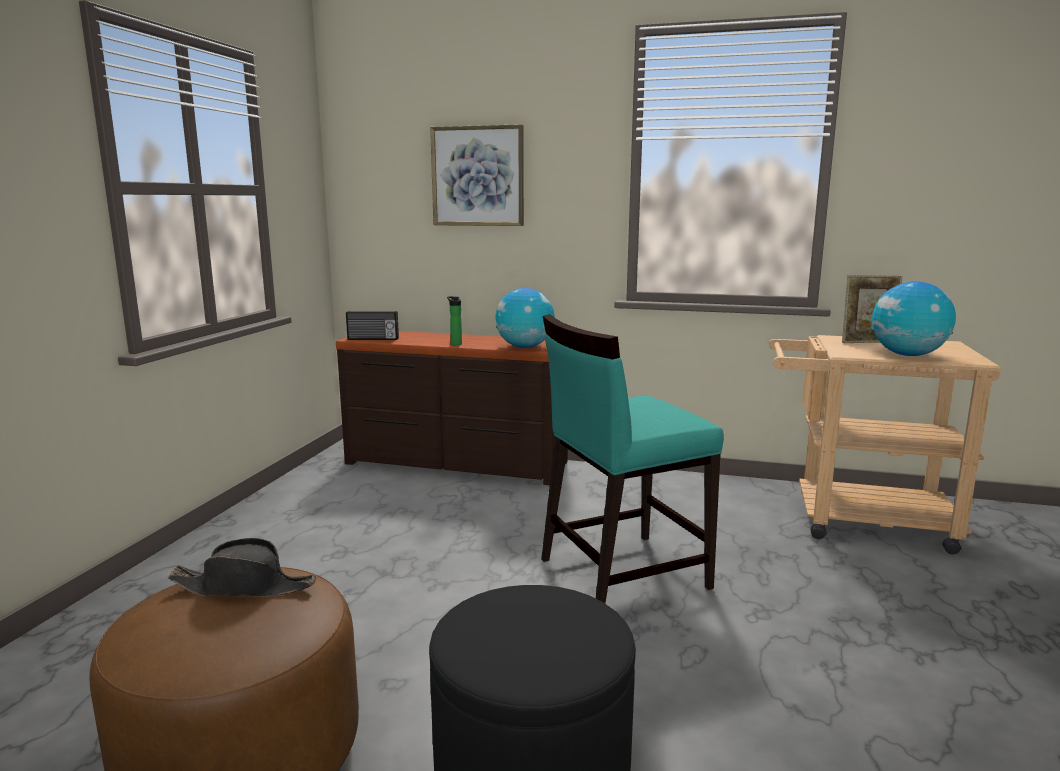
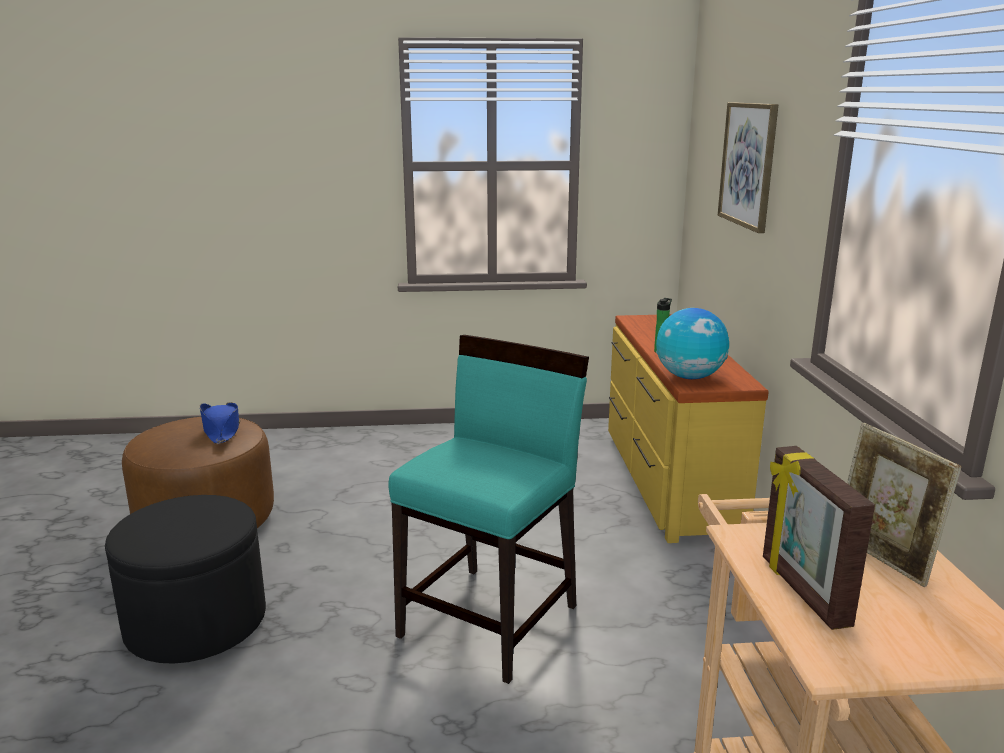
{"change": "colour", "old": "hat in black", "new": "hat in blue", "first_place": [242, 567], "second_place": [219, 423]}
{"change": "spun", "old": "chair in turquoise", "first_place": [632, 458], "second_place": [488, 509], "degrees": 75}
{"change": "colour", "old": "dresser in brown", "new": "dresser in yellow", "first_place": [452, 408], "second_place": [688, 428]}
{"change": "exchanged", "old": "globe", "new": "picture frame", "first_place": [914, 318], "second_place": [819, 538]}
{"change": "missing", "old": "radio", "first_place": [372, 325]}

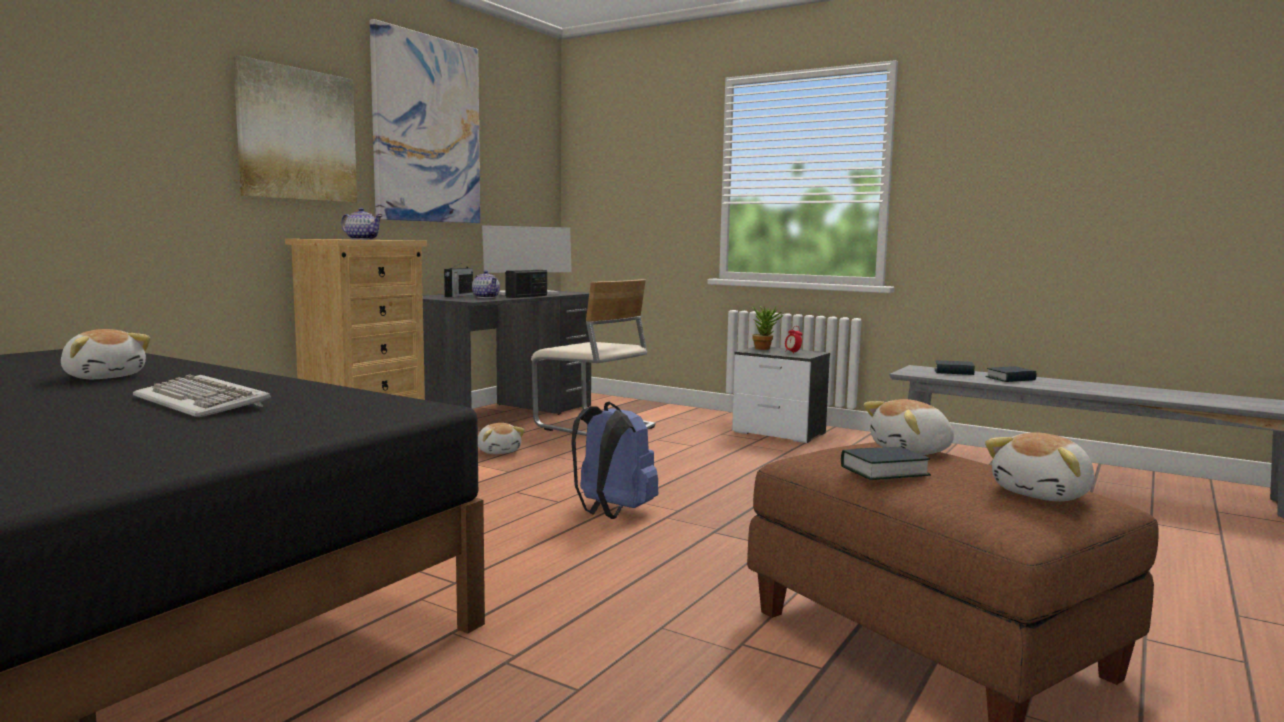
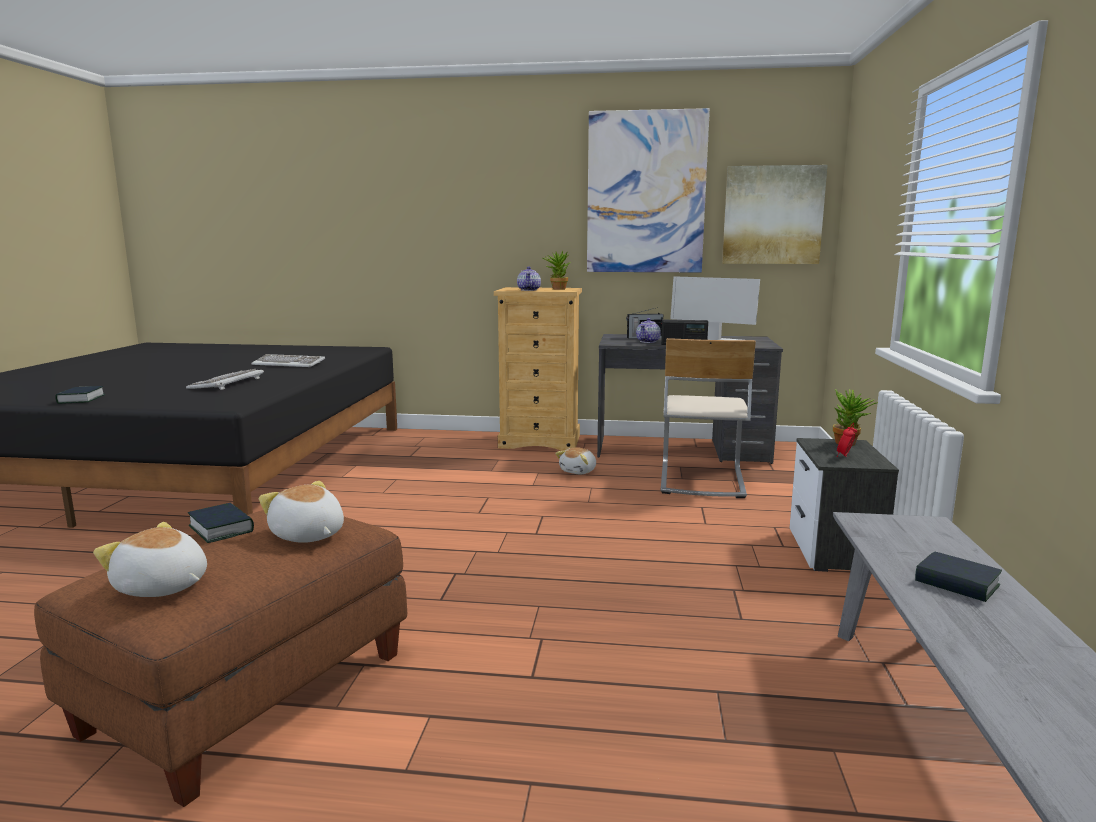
{"change": "relocated", "old": "book", "first_place": [954, 367], "second_place": [80, 395]}
{"change": "exchanged", "old": "plush toy", "new": "keyboard", "first_place": [106, 354], "second_place": [288, 360]}
{"change": "appeared", "new": "potted plant", "second_place": [556, 270]}
{"change": "relocated", "old": "picture", "first_place": [295, 128], "second_place": [775, 214]}
{"change": "missing", "old": "backpack in blue", "first_place": [614, 460]}

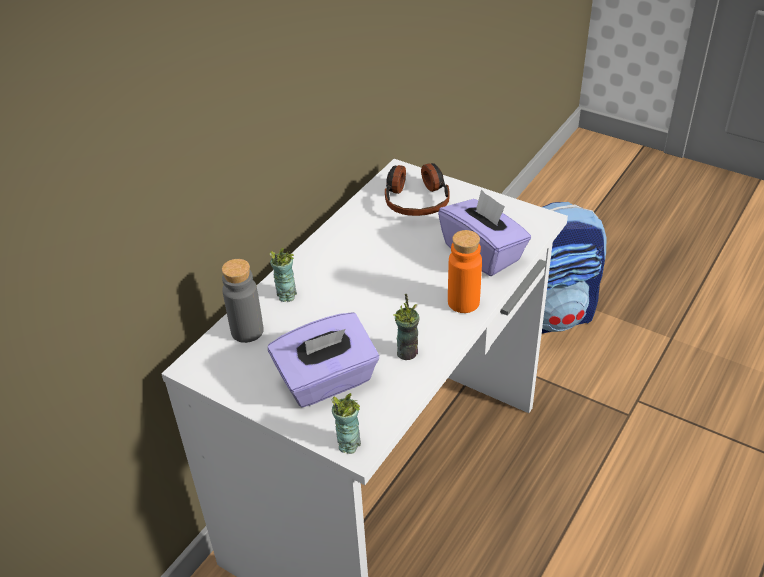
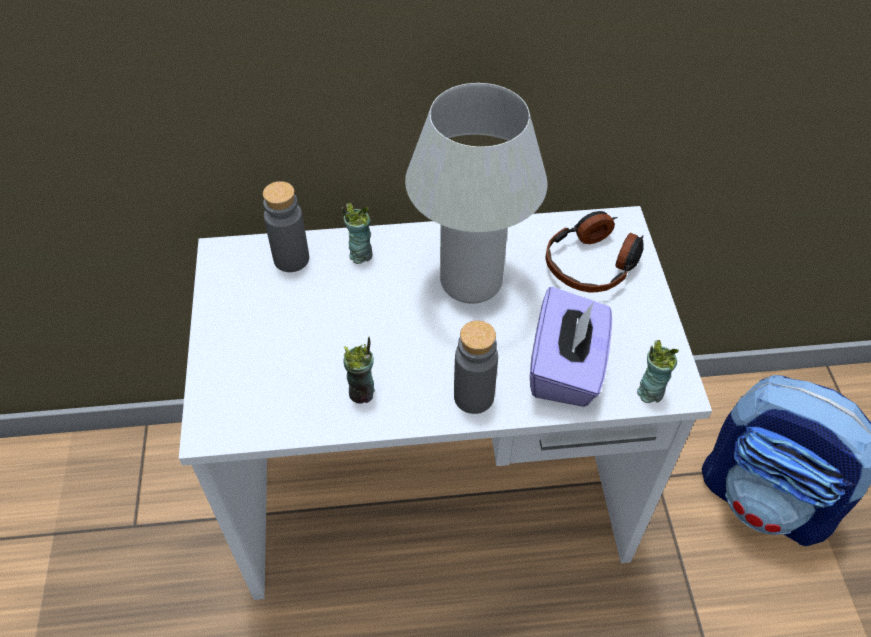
{"change": "appeared", "new": "table lamp in white", "second_place": [476, 193]}
{"change": "colour", "old": "bottle in orange", "new": "bottle in grey", "first_place": [465, 271], "second_place": [476, 367]}
{"change": "relocated", "old": "cup", "first_place": [346, 423], "second_place": [658, 371]}
{"change": "missing", "old": "tissue box in purple", "first_place": [323, 359]}

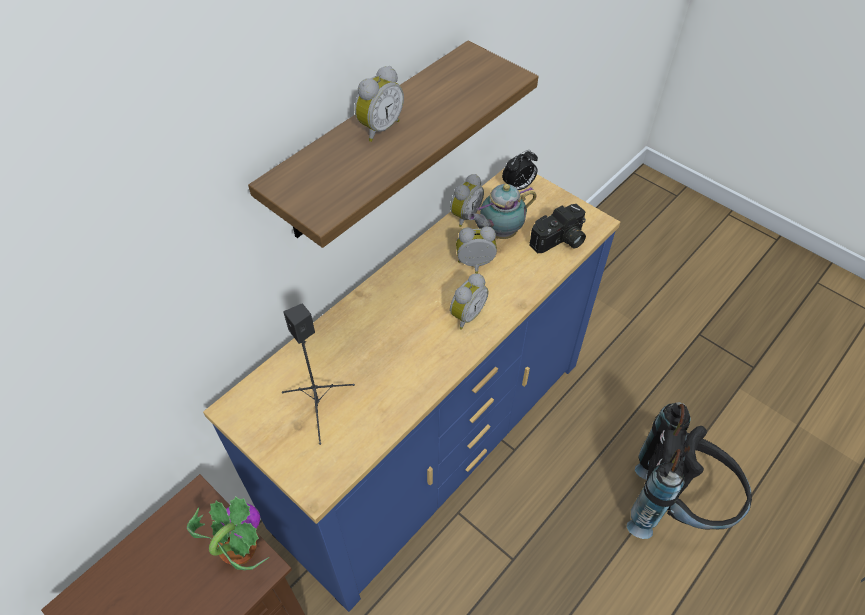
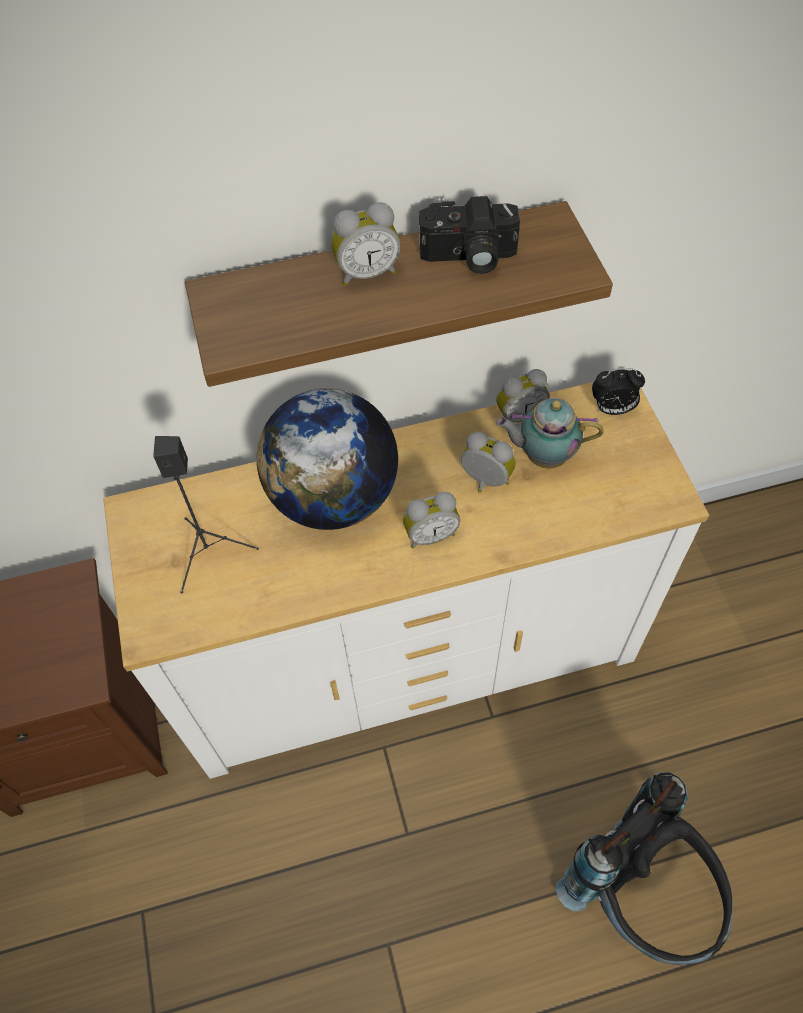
{"change": "colour", "old": "dresser in blue", "new": "dresser in white", "first_place": [411, 390], "second_place": [406, 580]}
{"change": "appeared", "new": "globe", "second_place": [327, 459]}
{"change": "relocated", "old": "photo camera", "first_place": [557, 228], "second_place": [469, 235]}
{"change": "missing", "old": "potted plant", "first_place": [228, 533]}

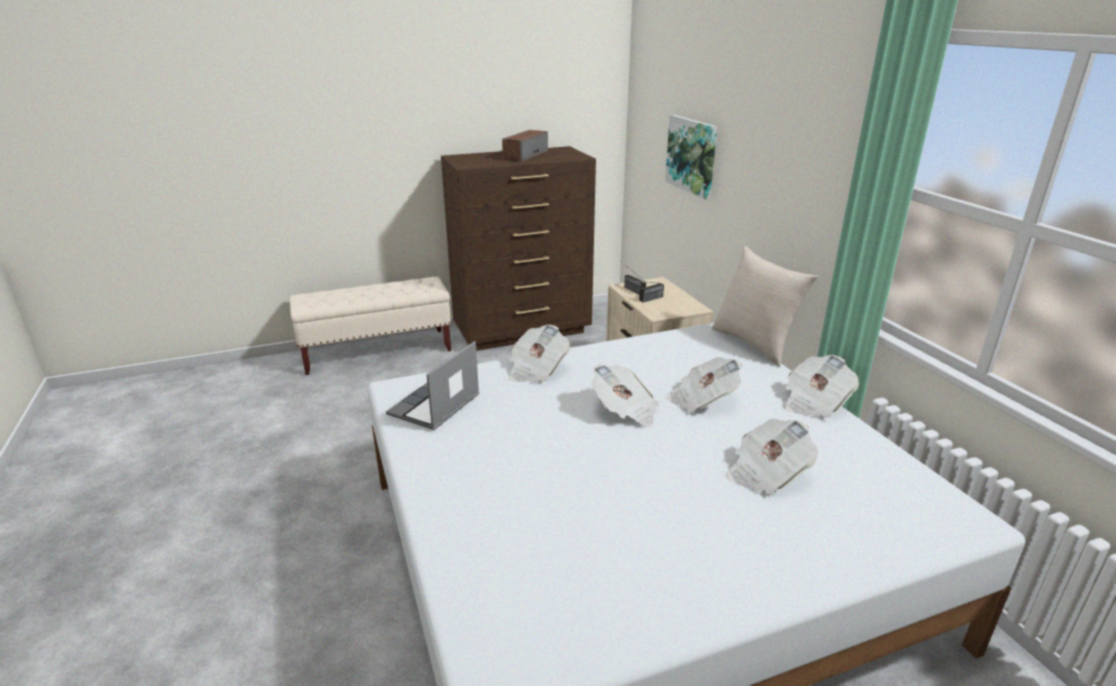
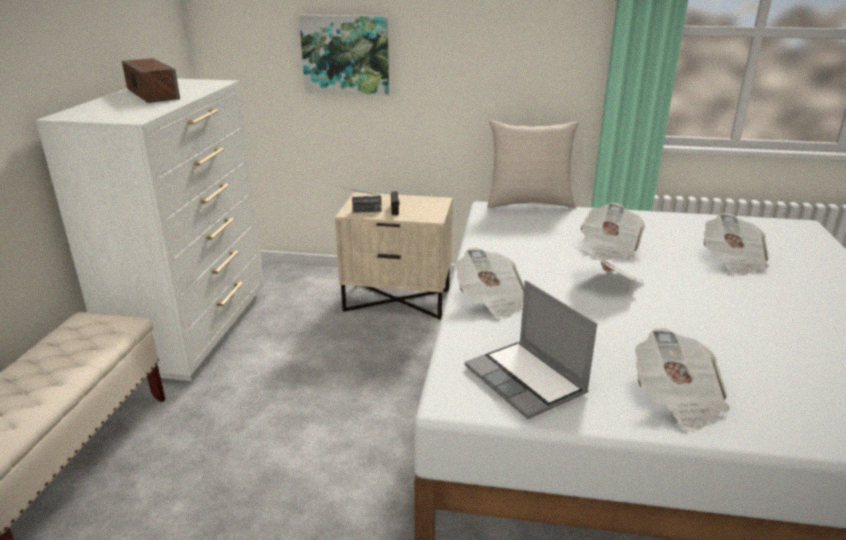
{"change": "colour", "old": "dresser in brown", "new": "dresser in white", "first_place": [518, 248], "second_place": [150, 230]}
{"change": "relocated", "old": "newspaper", "first_place": [822, 386], "second_place": [682, 380]}

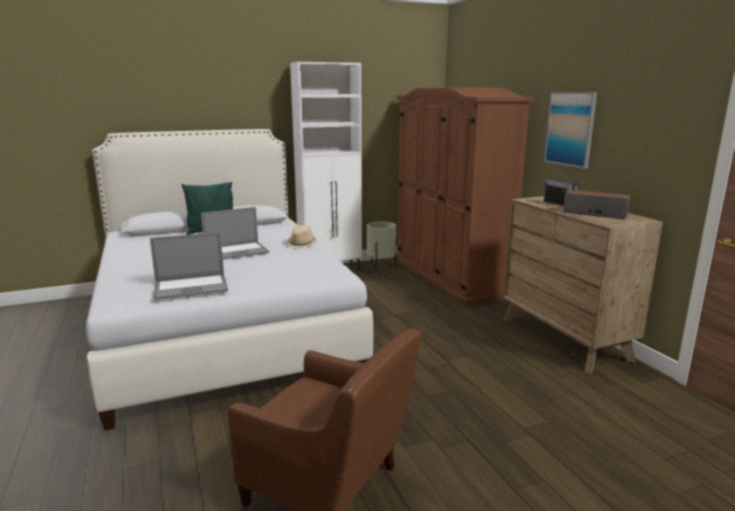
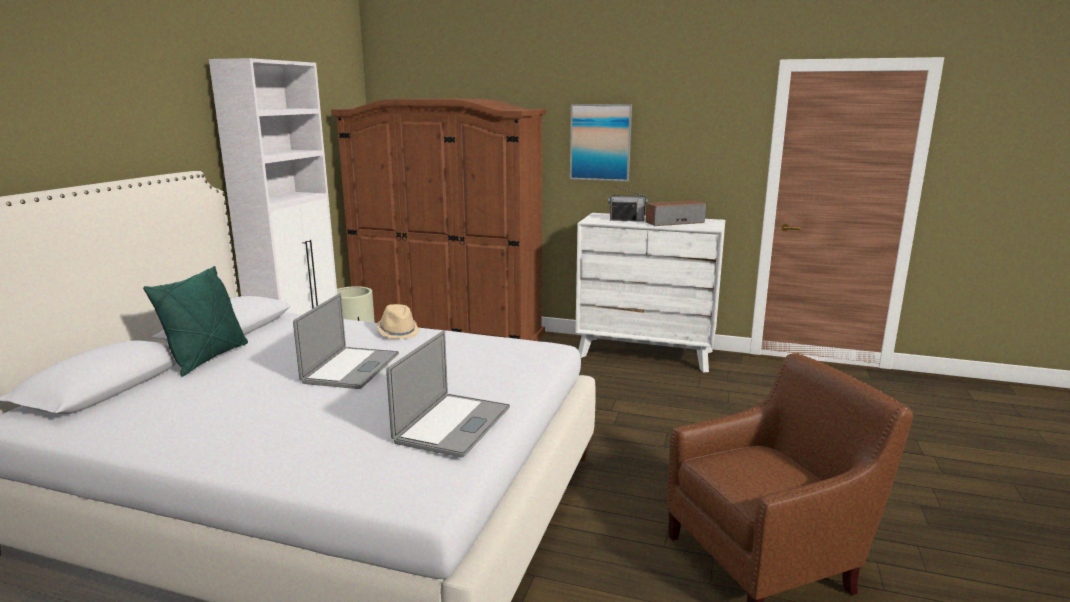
{"change": "colour", "old": "dresser in brown", "new": "dresser in white", "first_place": [583, 285], "second_place": [650, 293]}

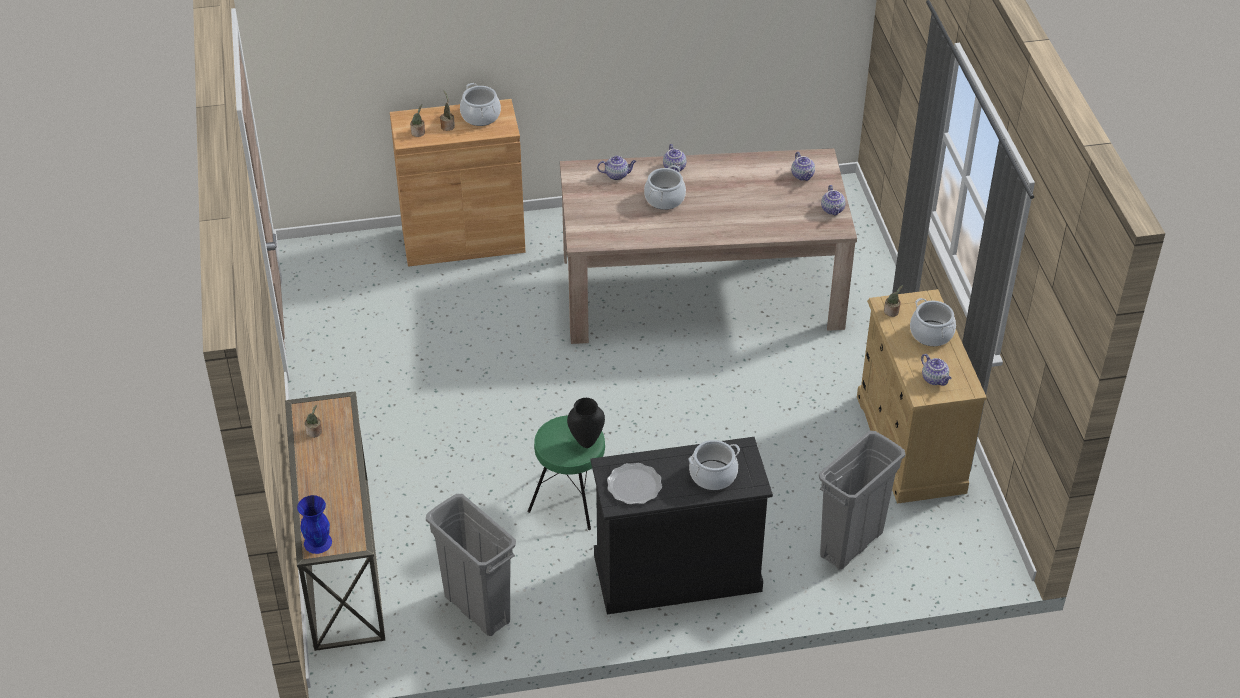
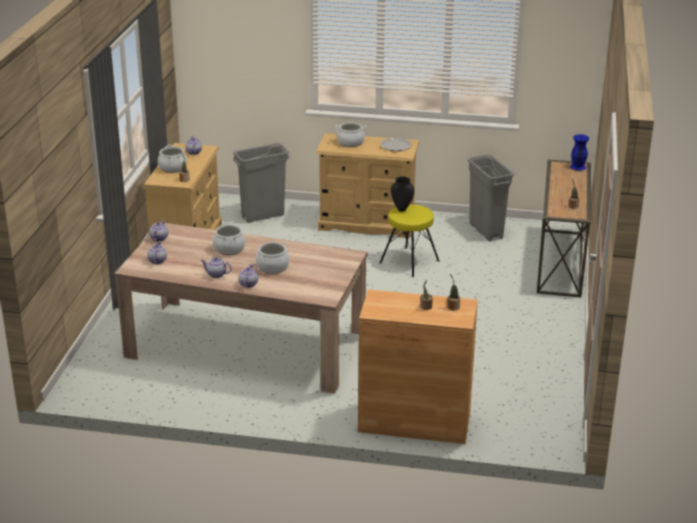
{"change": "relocated", "old": "teapot", "first_place": [616, 168], "second_place": [216, 268]}
{"change": "relocated", "old": "cooking pot", "first_place": [480, 104], "second_place": [229, 238]}
{"change": "colour", "old": "dresser in black", "new": "dresser in beige", "first_place": [681, 525], "second_place": [367, 185]}
{"change": "colour", "old": "stool in green", "new": "stool in yellow", "first_place": [566, 472], "second_place": [409, 241]}

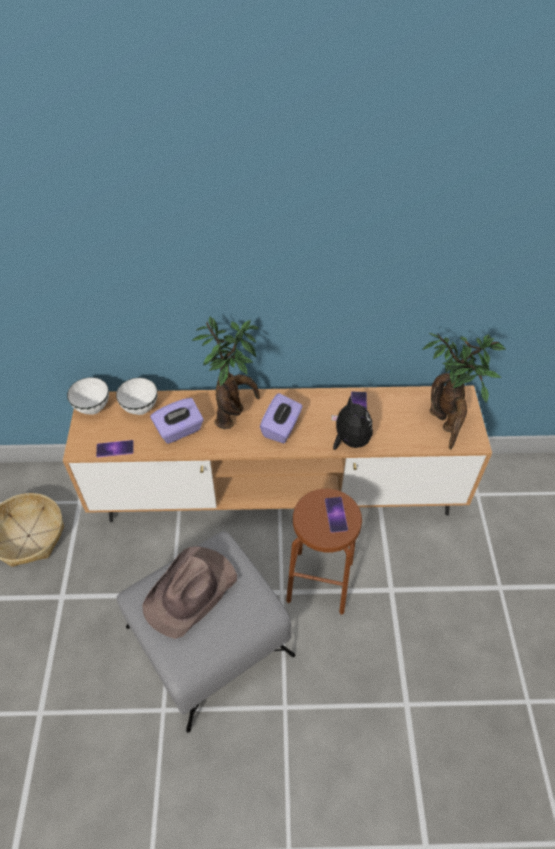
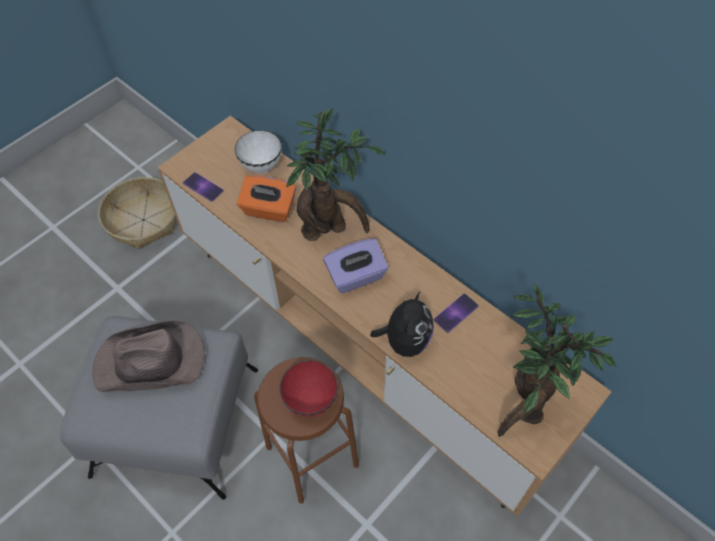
{"change": "colour", "old": "tissue box in purple", "new": "tissue box in orange", "first_place": [177, 421], "second_place": [266, 198]}
{"change": "exchanged", "old": "phone", "new": "bowl in red", "first_place": [336, 515], "second_place": [309, 388]}
{"change": "missing", "old": "bowl in white", "first_place": [88, 396]}

